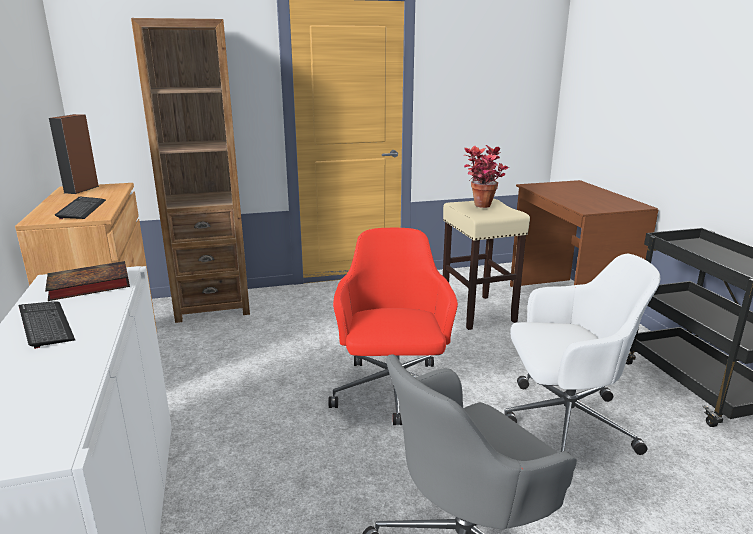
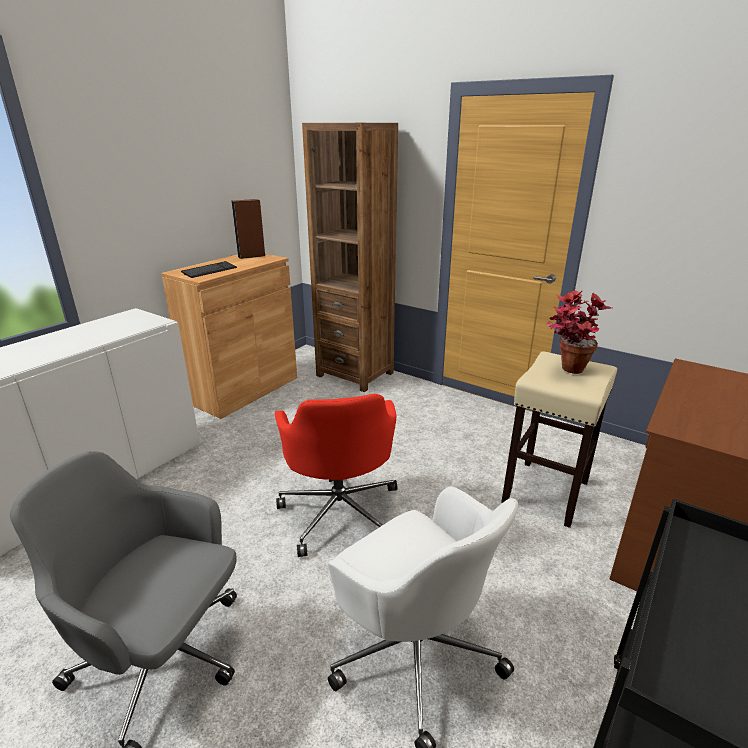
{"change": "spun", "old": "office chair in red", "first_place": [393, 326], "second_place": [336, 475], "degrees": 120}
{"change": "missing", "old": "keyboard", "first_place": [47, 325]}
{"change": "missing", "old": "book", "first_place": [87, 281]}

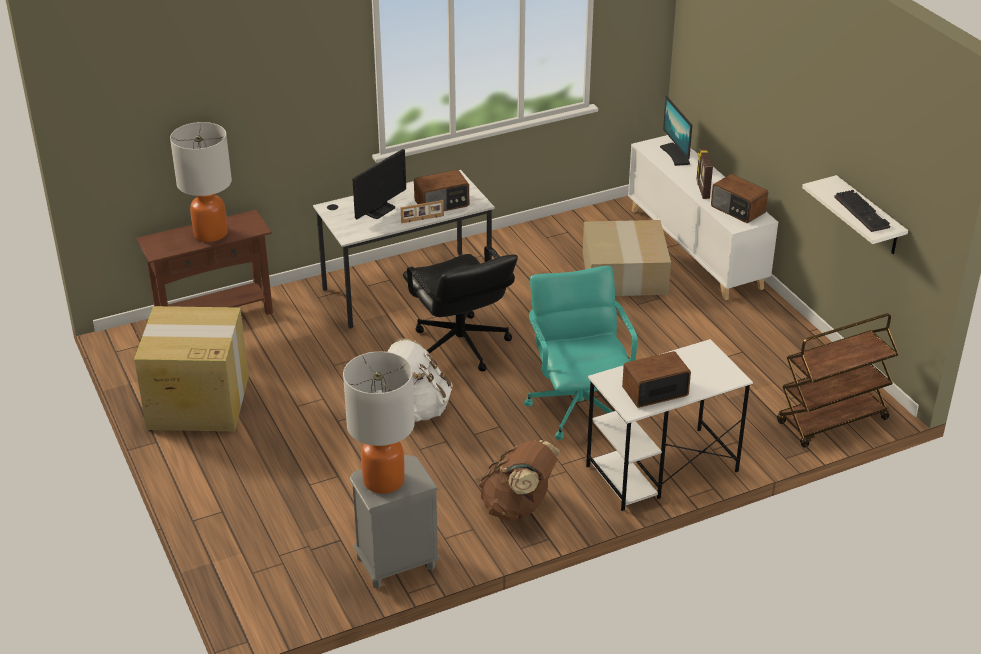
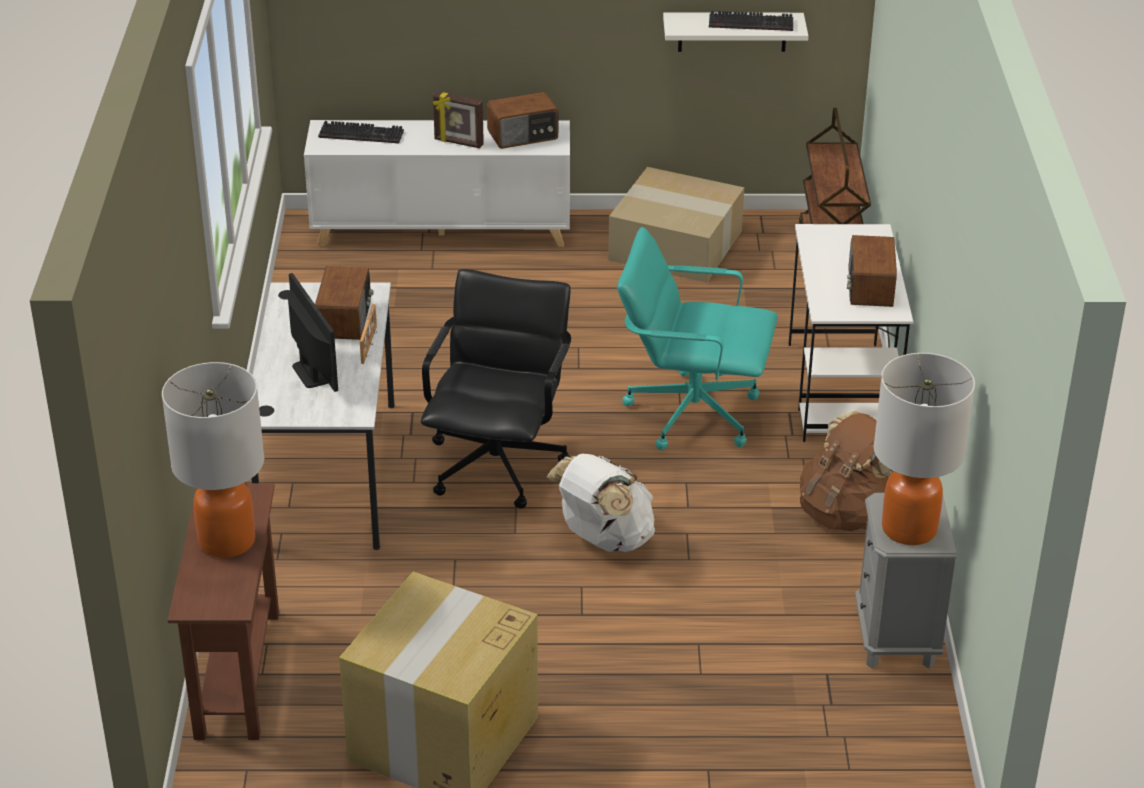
{"change": "exchanged", "old": "monitor", "new": "keyboard", "first_place": [676, 131], "second_place": [361, 132]}
{"change": "spun", "old": "office chair in black", "first_place": [460, 308], "second_place": [496, 389], "degrees": -75}
{"change": "relocated", "old": "cardboard box", "first_place": [627, 258], "second_place": [676, 225]}

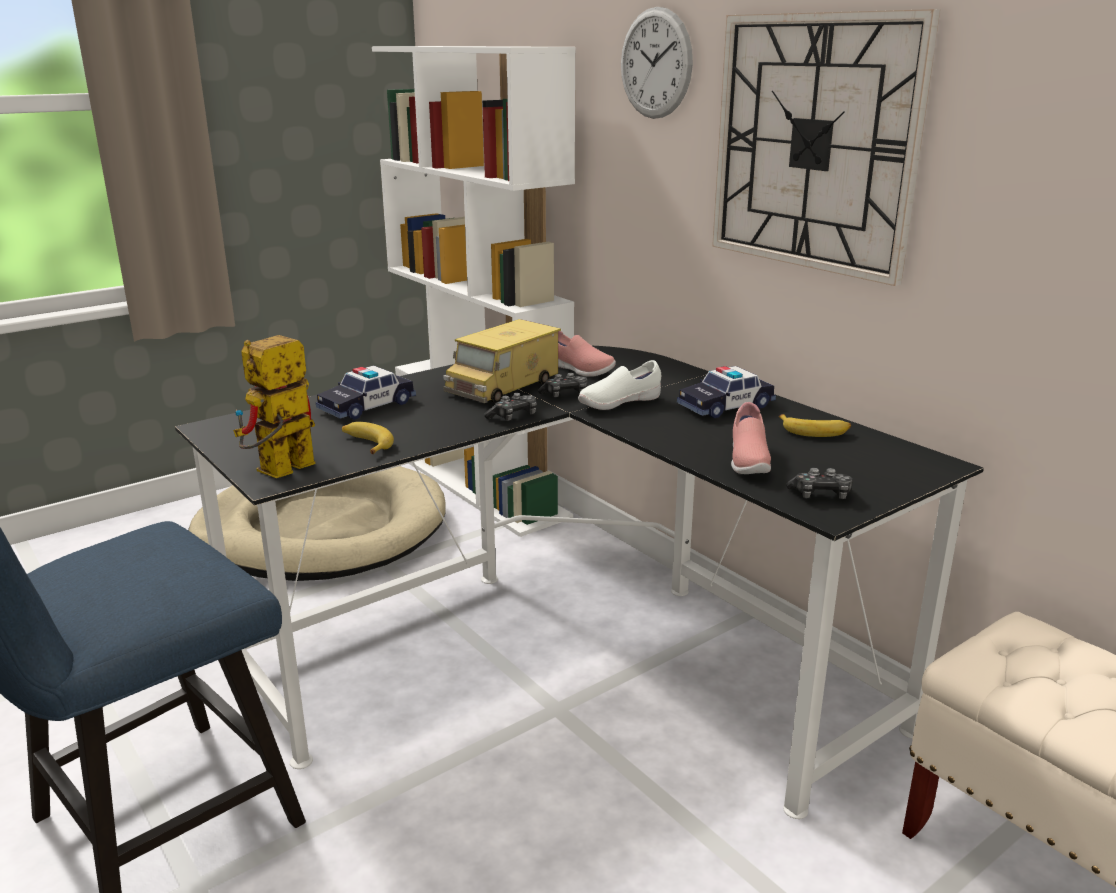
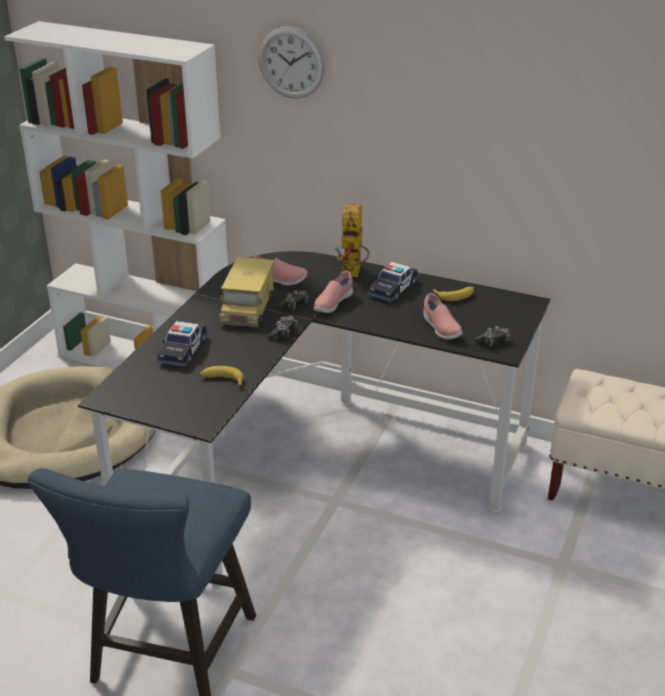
{"change": "colour", "old": "shoe in white", "new": "shoe in pink", "first_place": [619, 385], "second_place": [333, 292]}
{"change": "relocated", "old": "toy robot", "first_place": [274, 406], "second_place": [352, 240]}
{"change": "missing", "old": "wall clock", "first_place": [826, 147]}

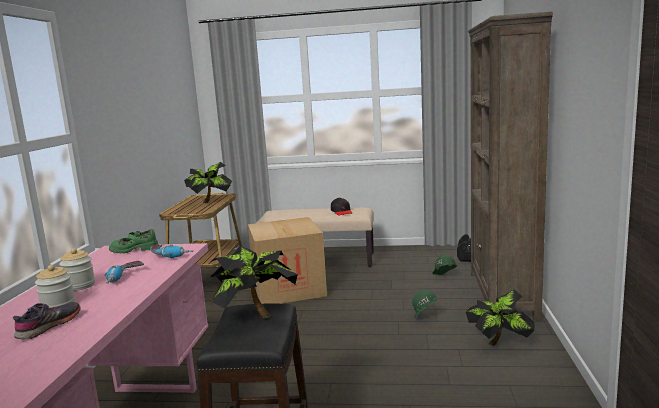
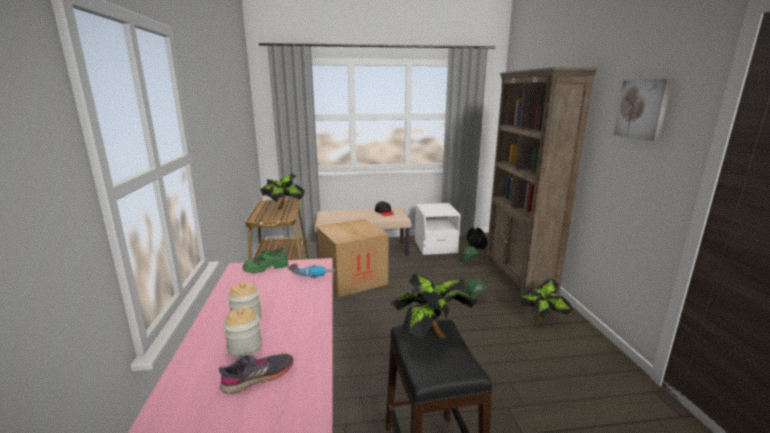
{"change": "spun", "old": "shoe in grey", "first_place": [47, 321], "second_place": [256, 374], "degrees": 45}
{"change": "appeared", "new": "nightstand in white", "second_place": [438, 229]}
{"change": "appeared", "new": "picture", "second_place": [643, 110]}
{"change": "missing", "old": "power drill", "first_place": [124, 272]}

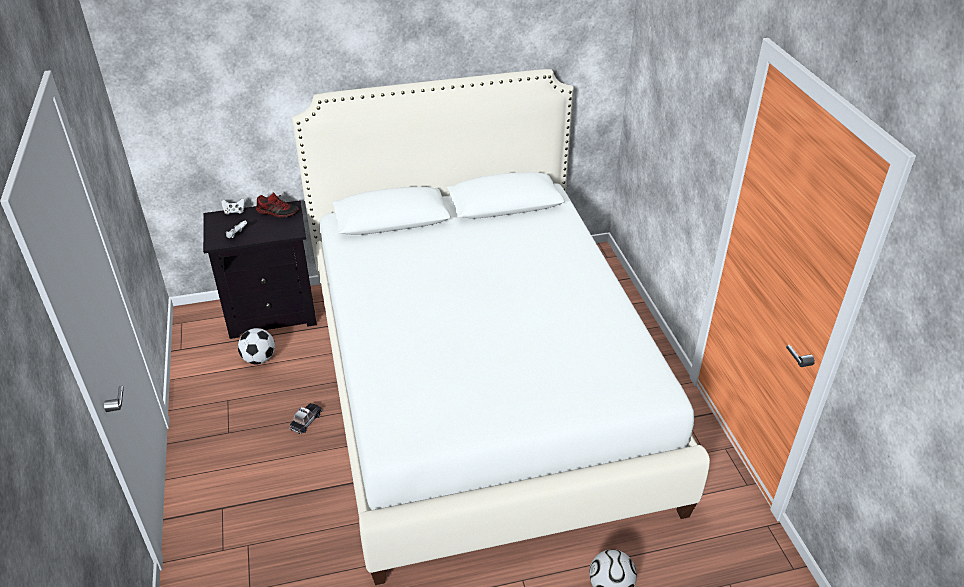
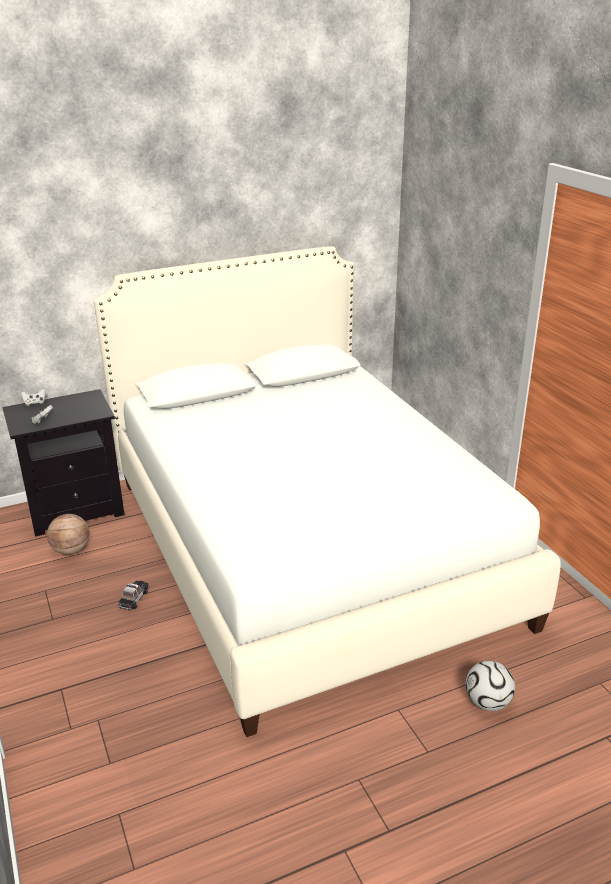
{"change": "exchanged", "old": "football", "new": "basketball", "first_place": [256, 346], "second_place": [68, 534]}
{"change": "missing", "old": "shoe", "first_place": [277, 205]}

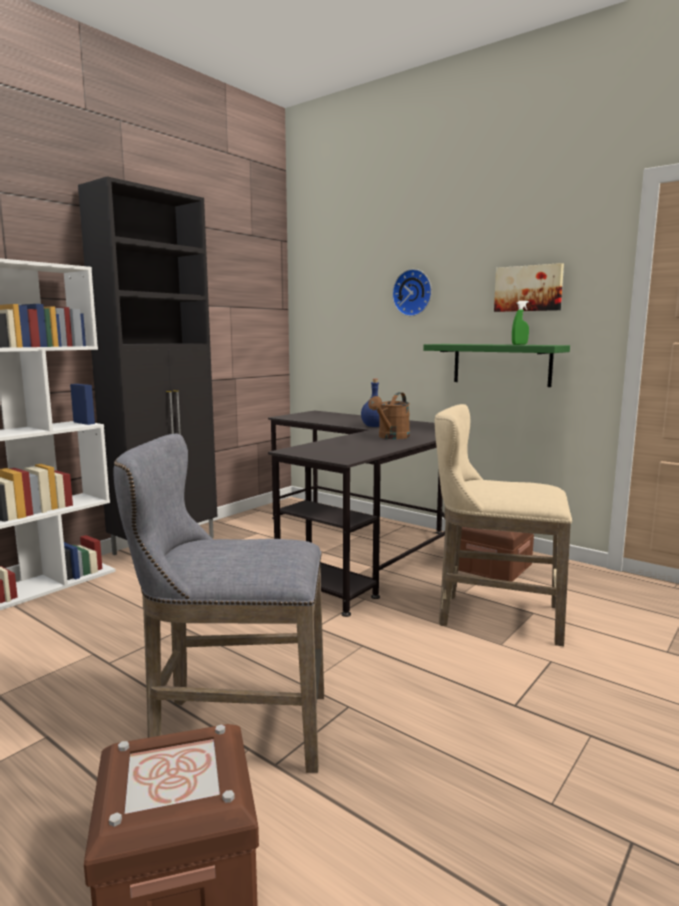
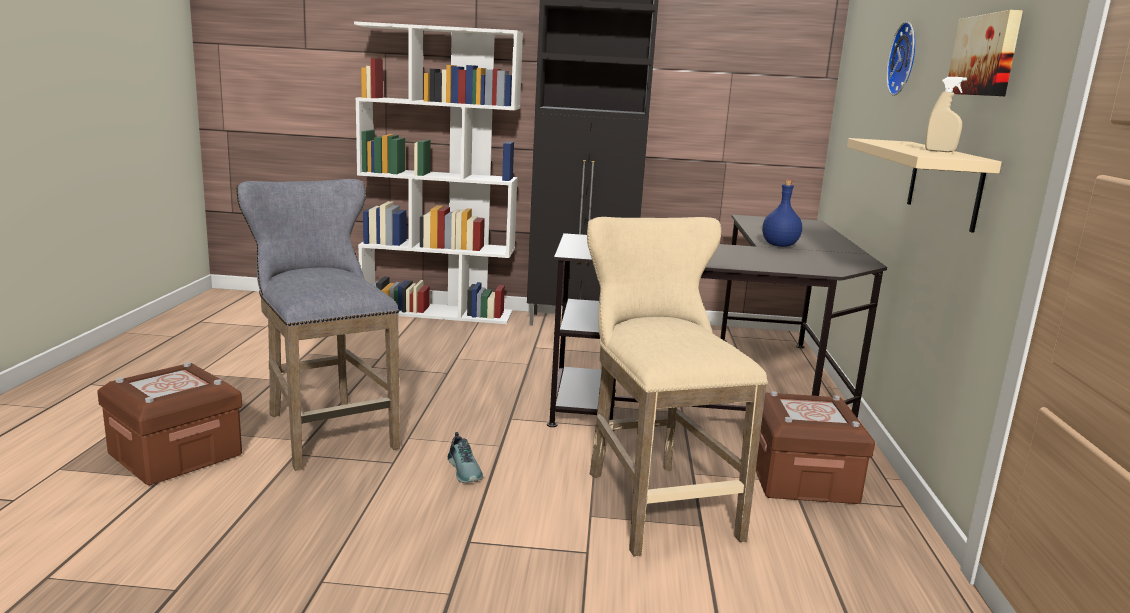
{"change": "appeared", "new": "shoe", "second_place": [465, 457]}
{"change": "colour", "old": "shelf in green", "new": "shelf in beige", "first_place": [496, 365], "second_place": [924, 185]}
{"change": "colour", "old": "spray bottle in green", "new": "spray bottle in beige", "first_place": [520, 323], "second_place": [946, 114]}
{"change": "missing", "old": "watering can in brown", "first_place": [389, 415]}

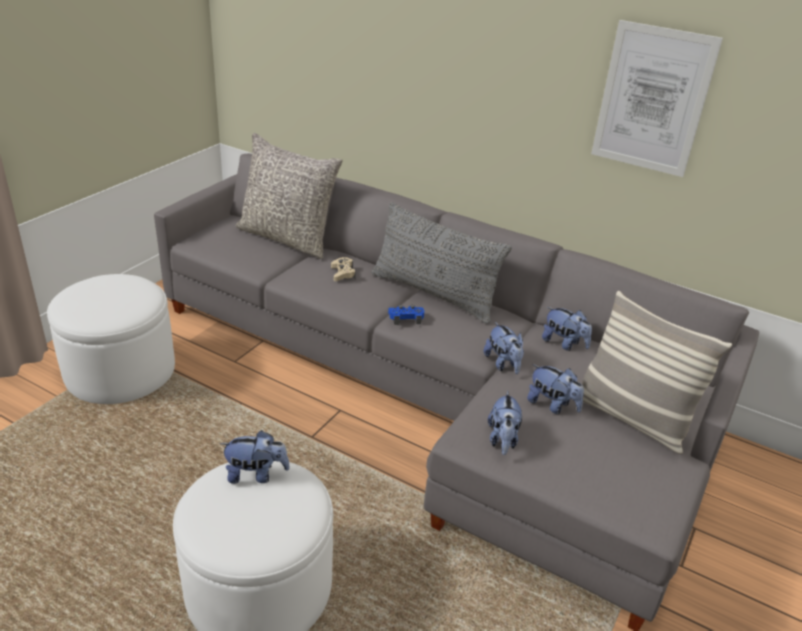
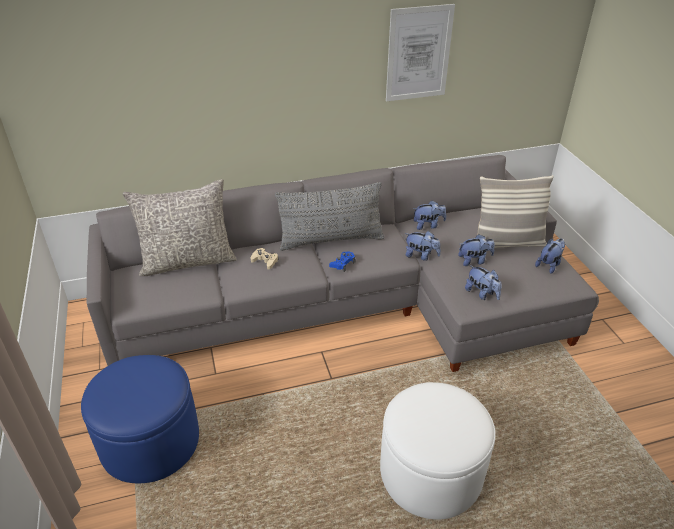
{"change": "colour", "old": "ottoman in white", "new": "ottoman in blue", "first_place": [111, 339], "second_place": [140, 419]}
{"change": "relocated", "old": "plush toy", "first_place": [255, 457], "second_place": [550, 256]}

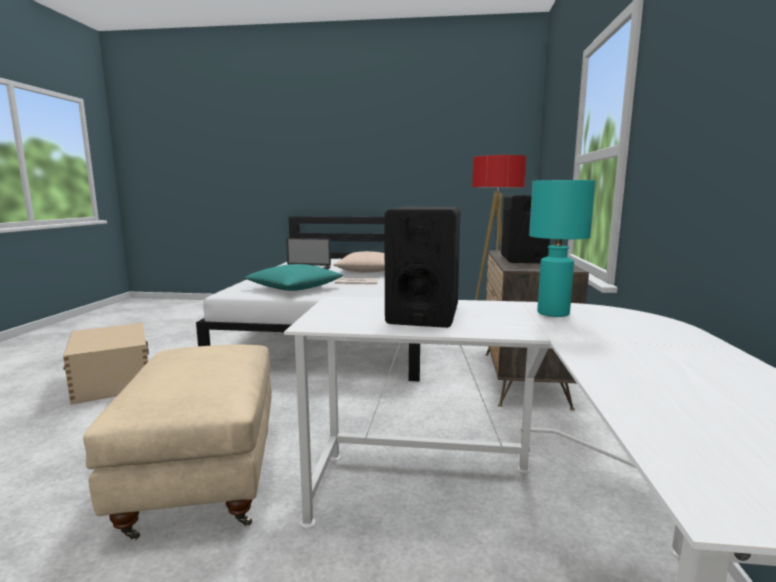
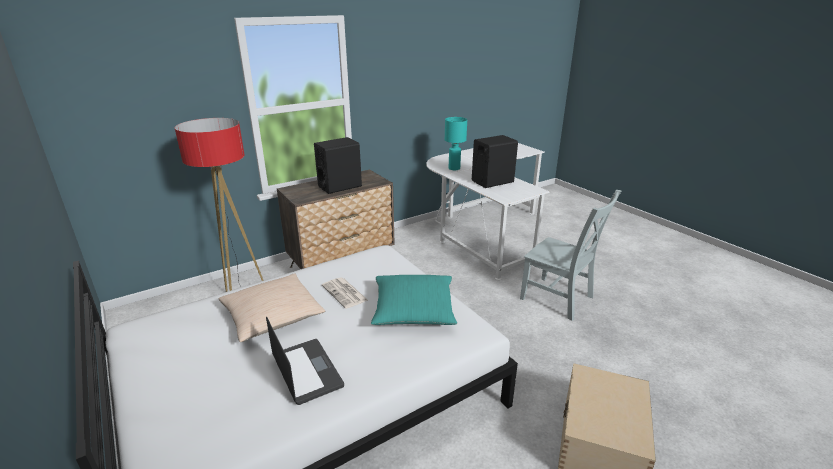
{"change": "exchanged", "old": "ottoman in beige", "new": "chair in grey", "first_place": [177, 442], "second_place": [570, 255]}

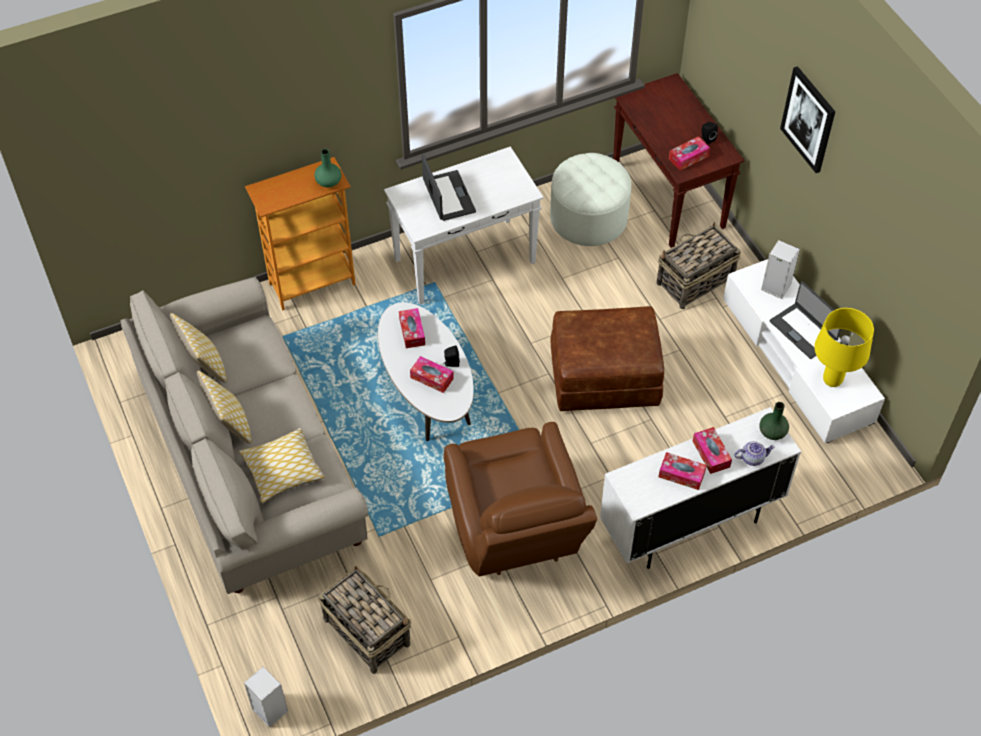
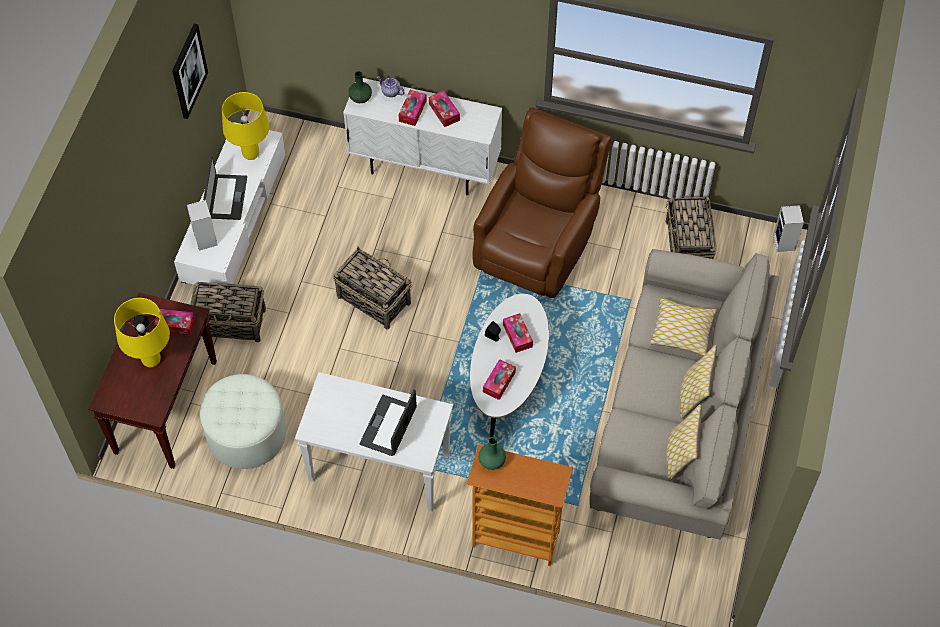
{"change": "appeared", "new": "table lamp in yellow", "second_place": [142, 332]}
{"change": "relocated", "old": "picture", "first_place": [807, 119], "second_place": [190, 71]}
{"change": "exchanged", "old": "ottoman in brown", "new": "basket", "first_place": [607, 358], "second_place": [372, 288]}

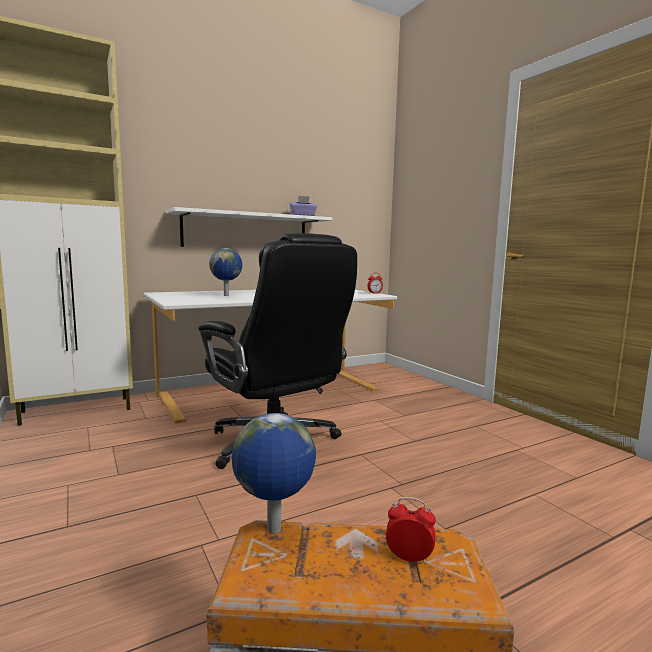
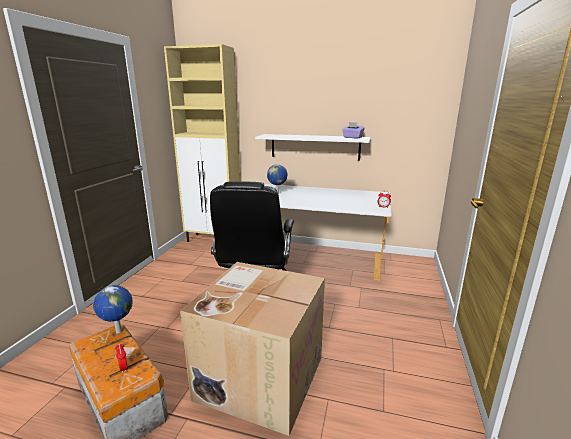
{"change": "appeared", "new": "cardboard box", "second_place": [252, 349]}

